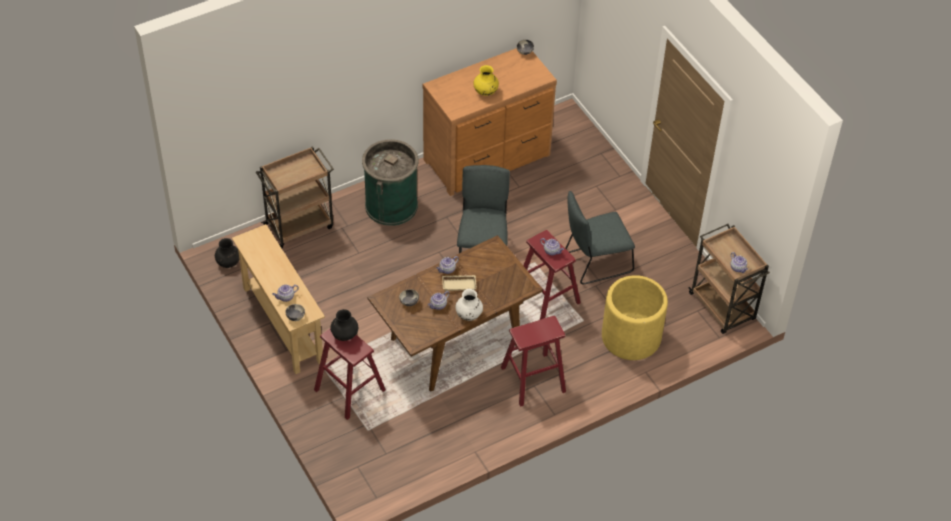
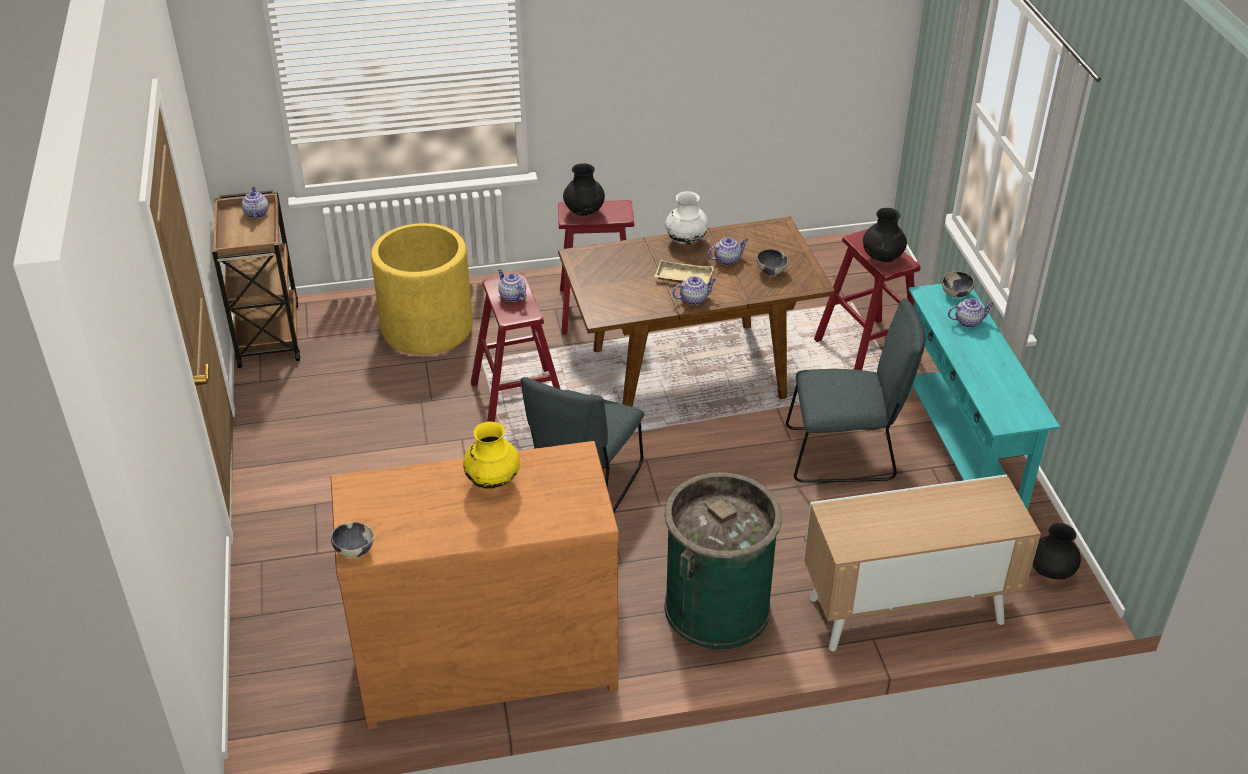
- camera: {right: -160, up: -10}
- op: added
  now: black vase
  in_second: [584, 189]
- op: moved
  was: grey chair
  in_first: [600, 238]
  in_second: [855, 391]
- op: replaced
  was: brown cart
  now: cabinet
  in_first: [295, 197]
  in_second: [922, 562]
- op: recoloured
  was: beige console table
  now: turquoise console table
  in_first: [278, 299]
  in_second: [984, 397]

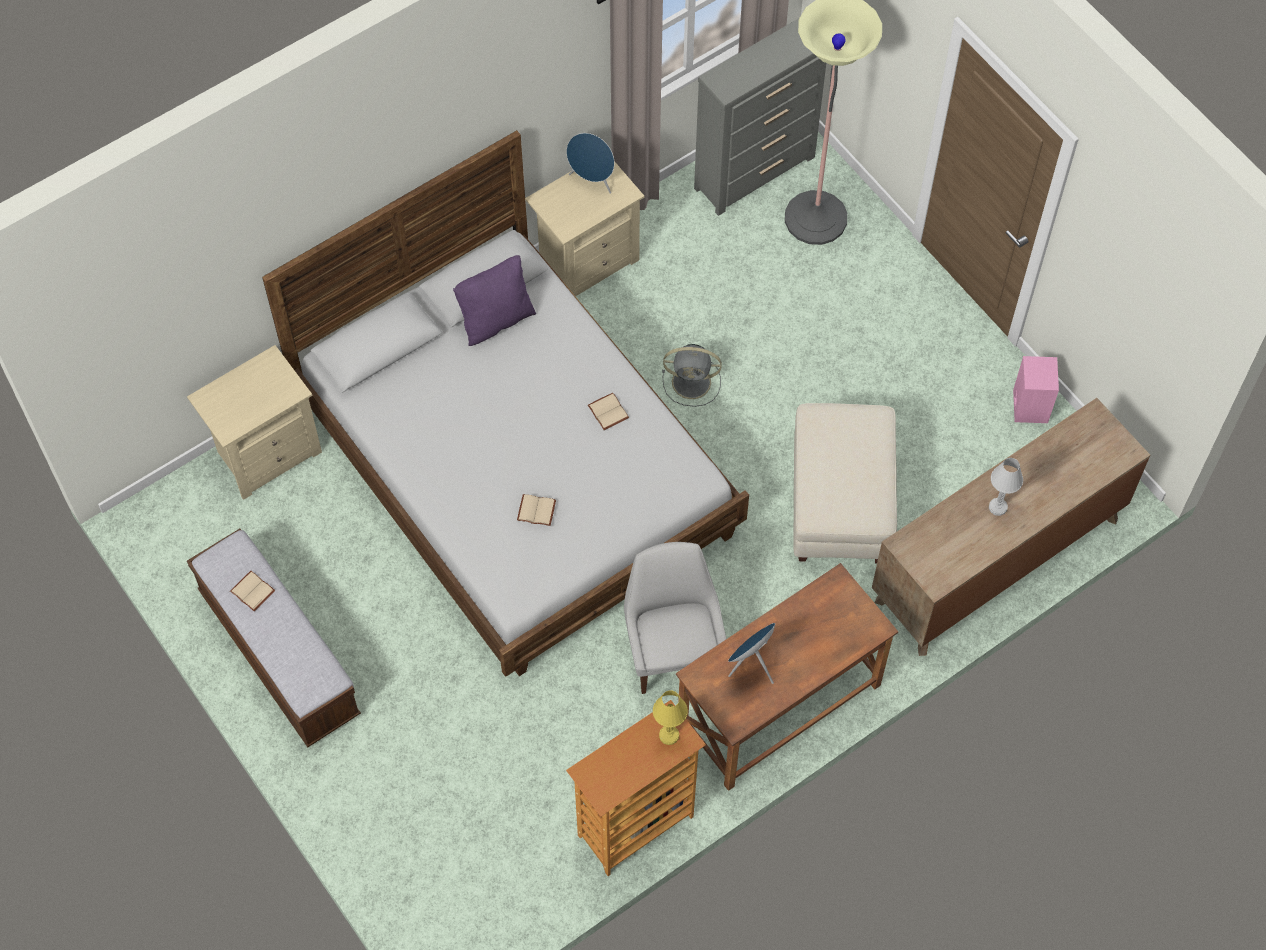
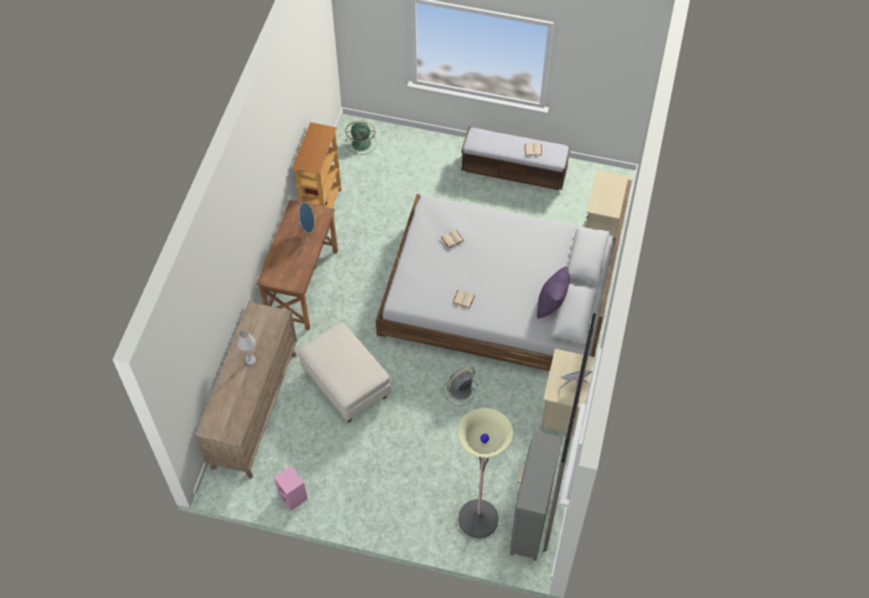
- camera: {right: 140, up: -5}
- op: added
  now: green fan
  in_second: [361, 138]
- op: removed
  was: white chair
  in_first: [675, 618]
- op: removed
  was: yellow table lamp
  in_first: [670, 717]

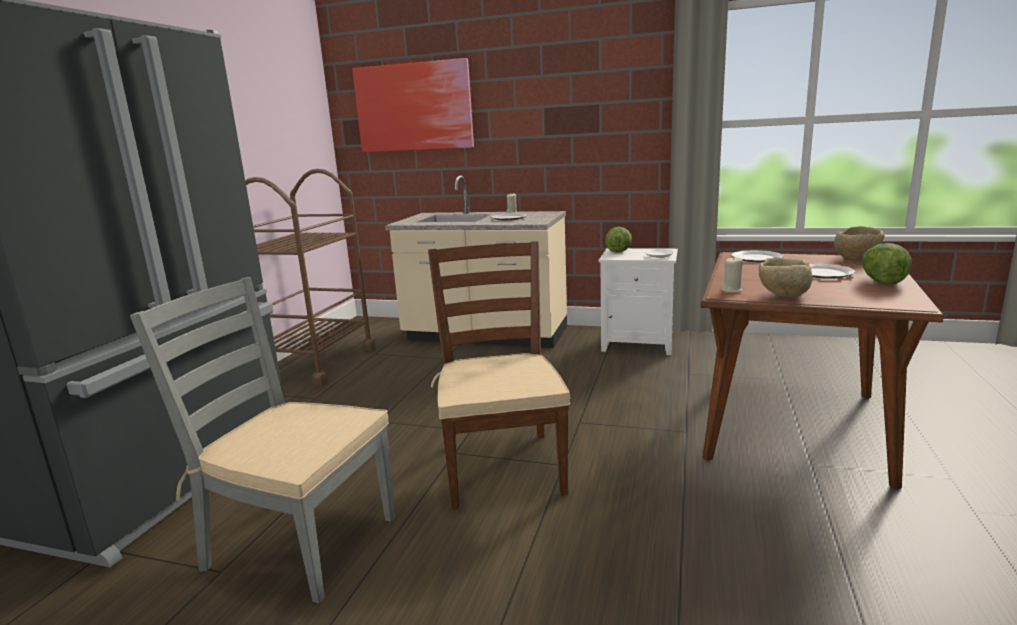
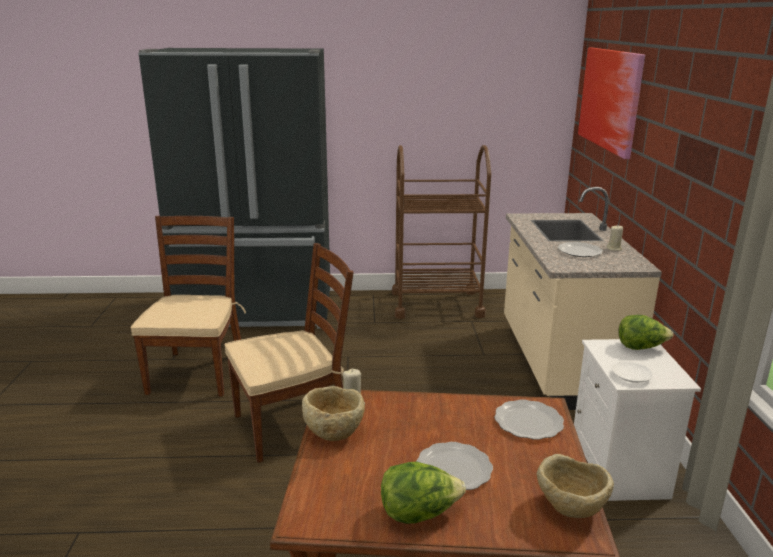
- camera: {right: 70, up: 5}
- op: recoloured
  was: grey chair
  now: brown chair
  in_first: [262, 440]
  in_second: [188, 306]

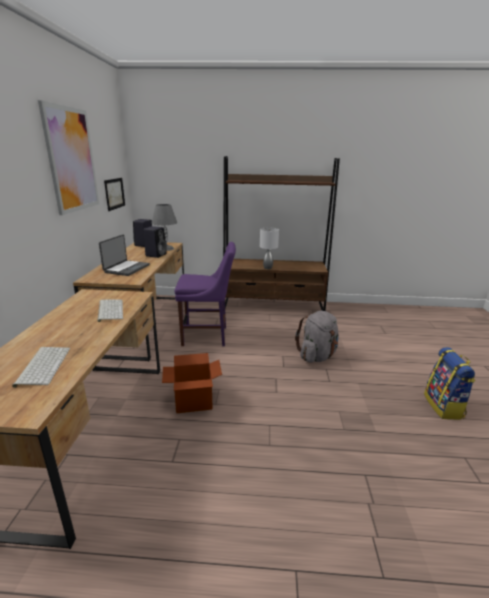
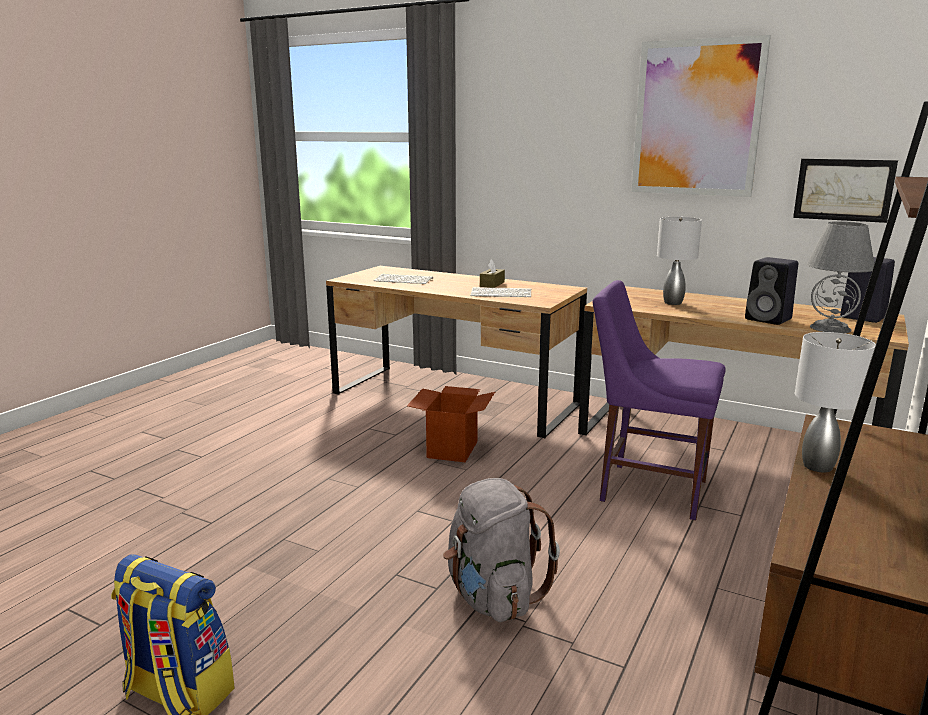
- camera: {right: 115, up: -5}
- op: added
  now: brown tissue box
  in_second: [492, 273]
- op: turned
  was: purple chair
  in_first: [205, 294]
  in_second: [659, 400]
  clockwise: 90
- op: replaced
  was: laptop
  now: grey table lamp
  in_first: [124, 255]
  in_second: [679, 261]

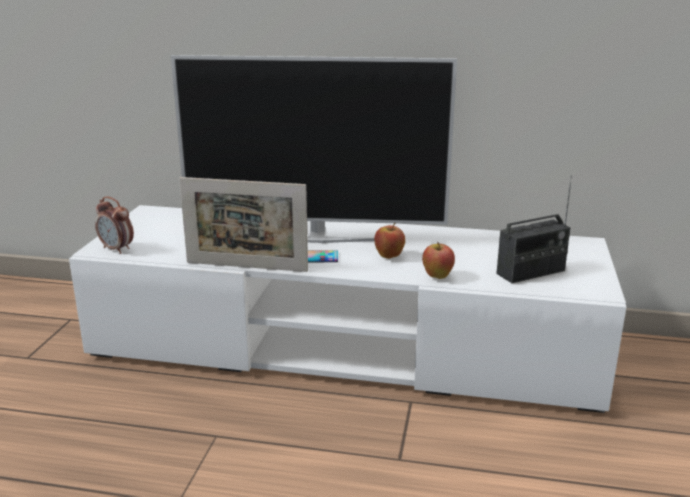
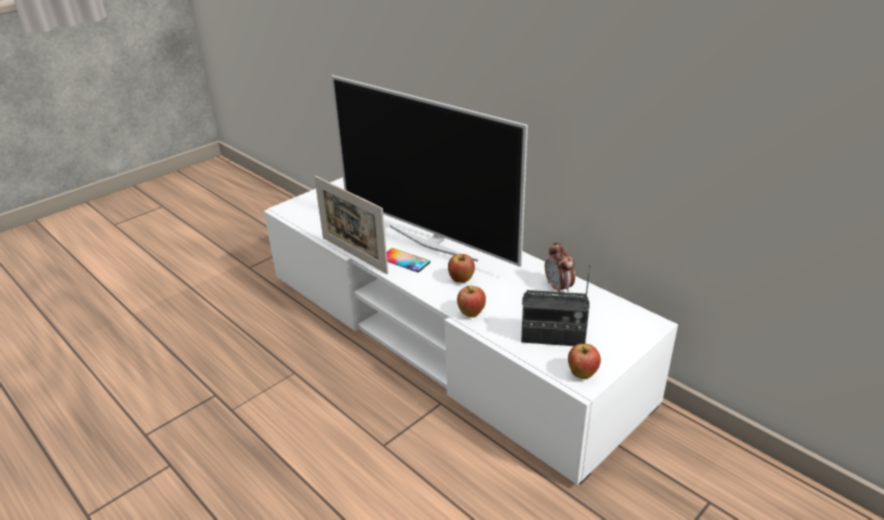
- camera: {right: 35, up: 10}
- op: moved
  was: alarm clock
  in_first: [114, 225]
  in_second: [560, 267]
- op: added
  now: apple
  in_second: [584, 361]

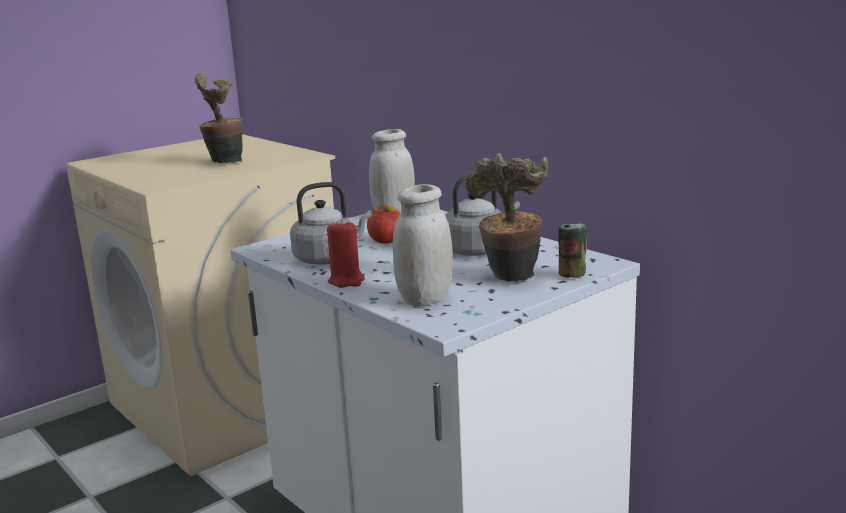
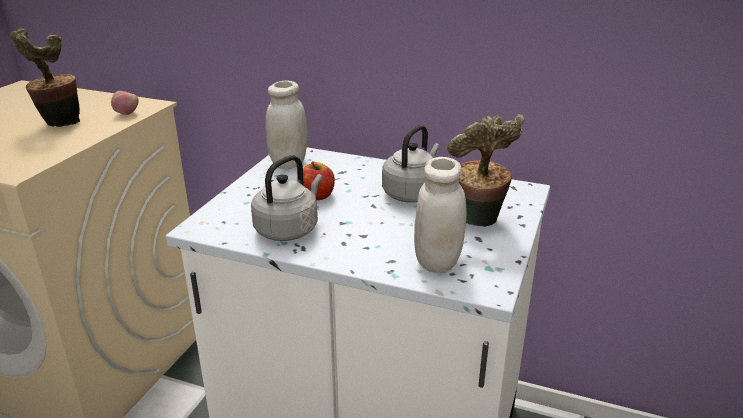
- camera: {right: -30, up: 10}
- op: added
  now: apple
  in_second: [125, 103]
- op: removed
  was: red candle
  in_first: [346, 253]
- op: removed
  was: can
  in_first: [572, 250]

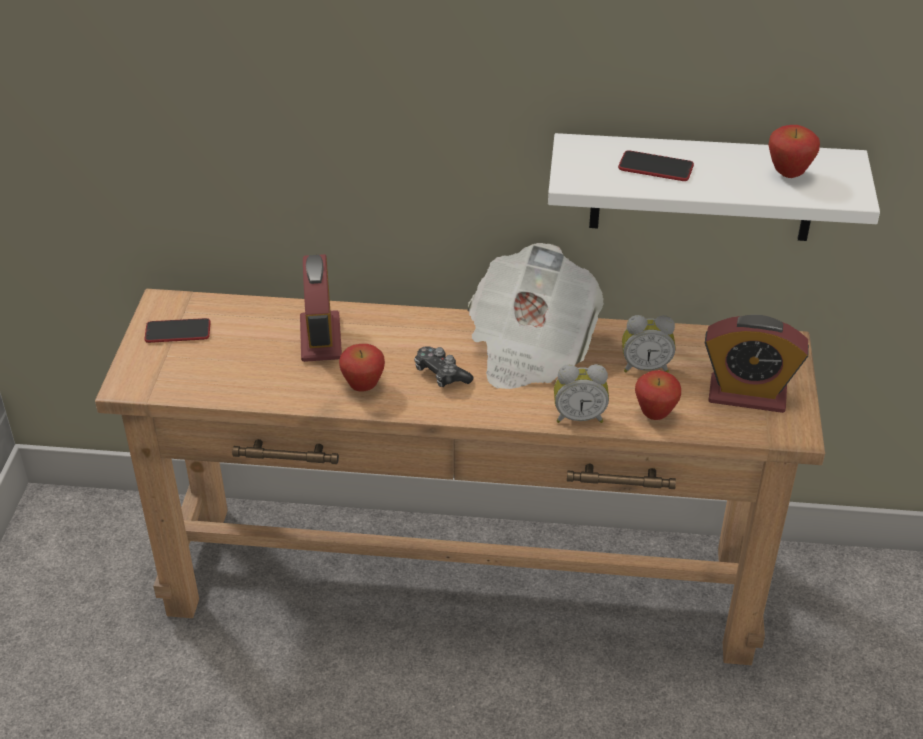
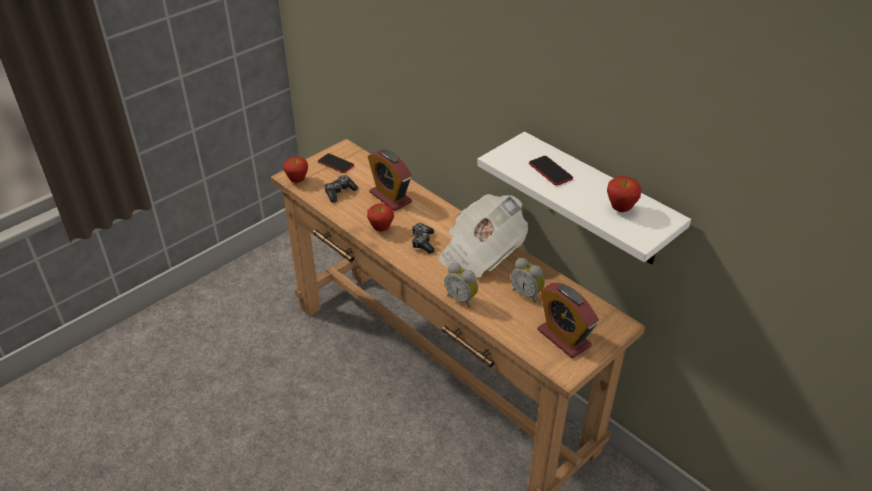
- camera: {right: 40, up: 0}
- op: moved
  was: apple
  in_first: [658, 395]
  in_second: [295, 170]
- op: added
  now: game controller
  in_second: [341, 189]
- op: turned
  was: alarm clock
  in_first: [321, 308]
  in_second: [390, 180]
  clockwise: -75

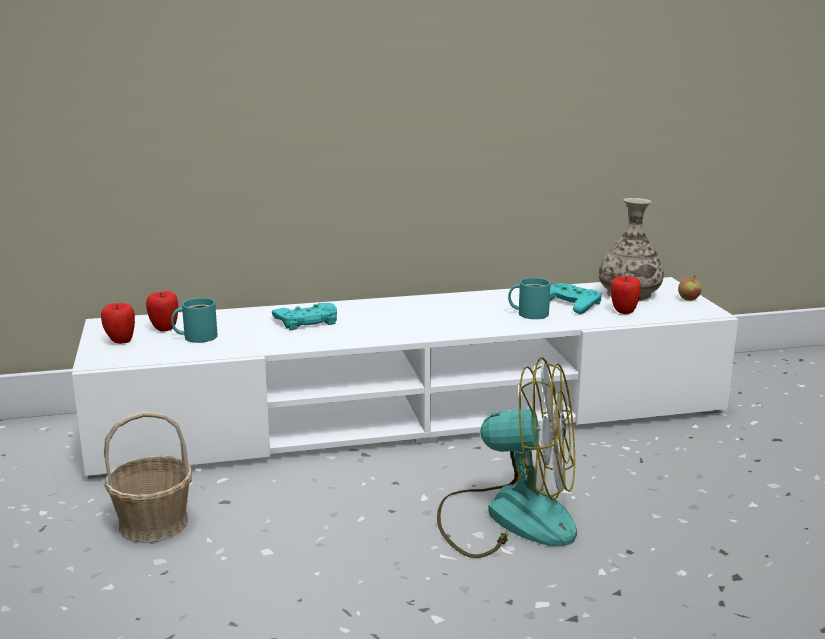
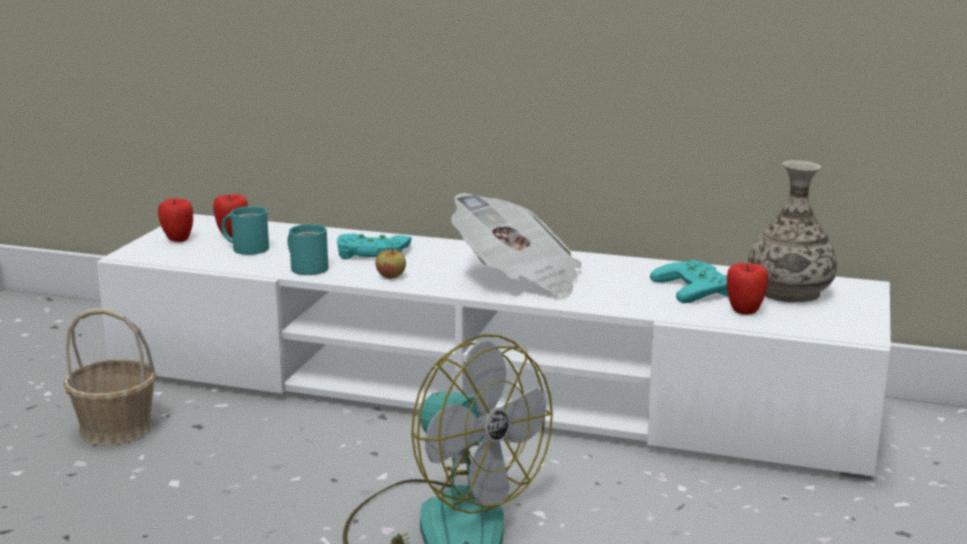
- camera: {right: 30, up: 0}
- op: moved
  was: turquoise mug
  in_first: [529, 298]
  in_second: [308, 249]
- op: moved
  was: apple
  in_first: [690, 288]
  in_second: [390, 262]
- op: added
  now: newspaper
  in_second: [516, 245]

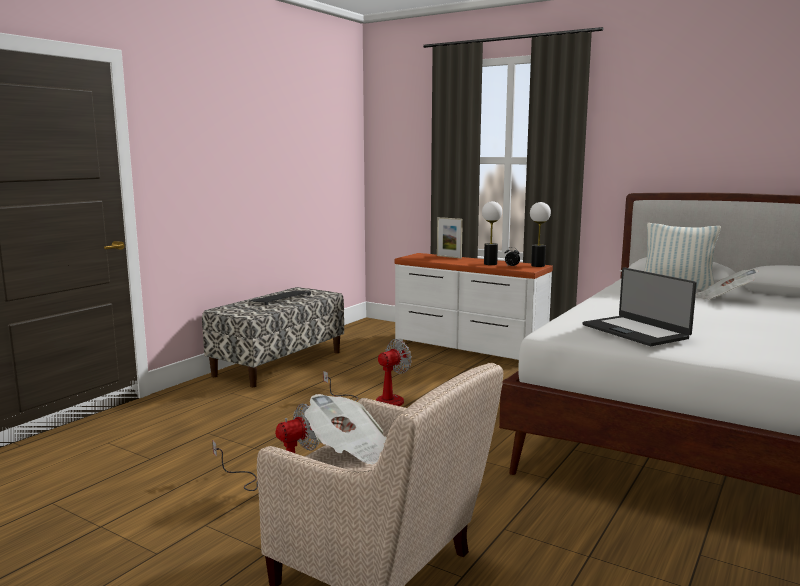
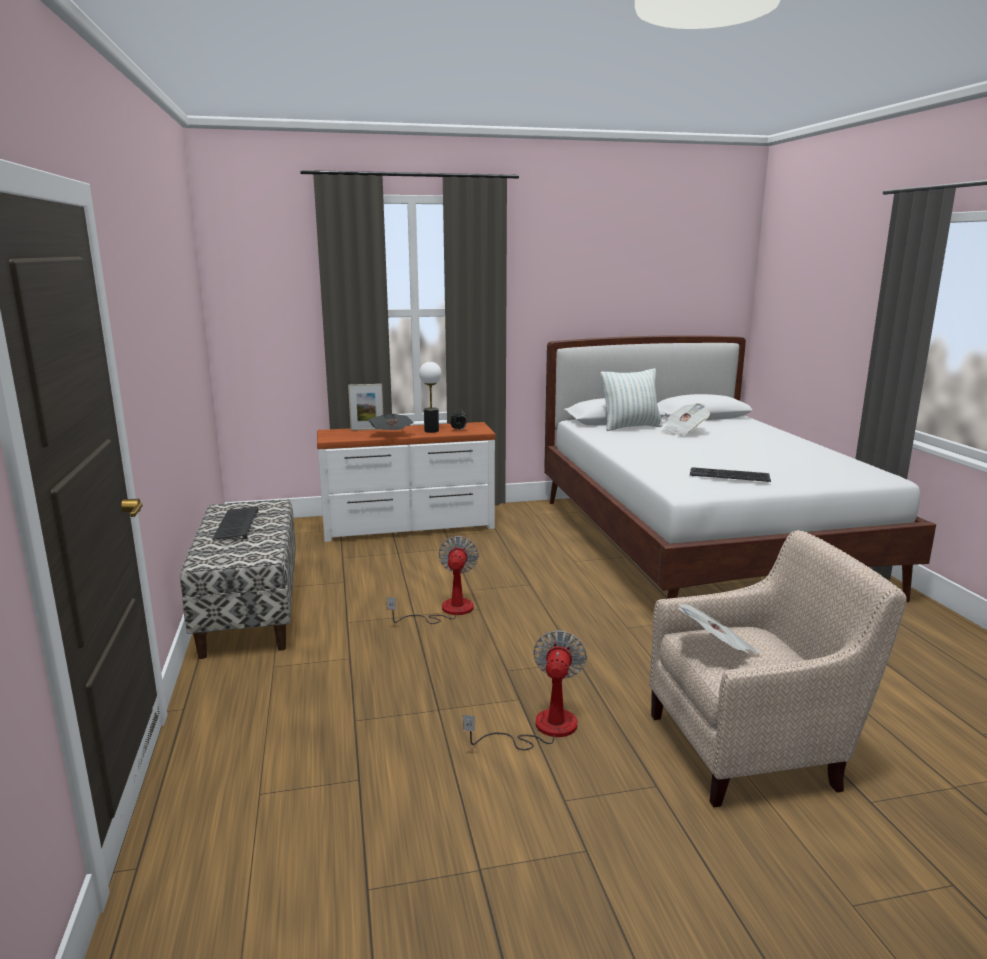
- camera: {right: -45, up: 5}
- op: added
  now: newspaper
  in_second: [391, 422]
- op: replaced
  was: laptop
  now: keyboard
  in_first: [639, 306]
  in_second: [730, 474]
- op: removed
  was: table lamp
  in_first: [540, 234]

